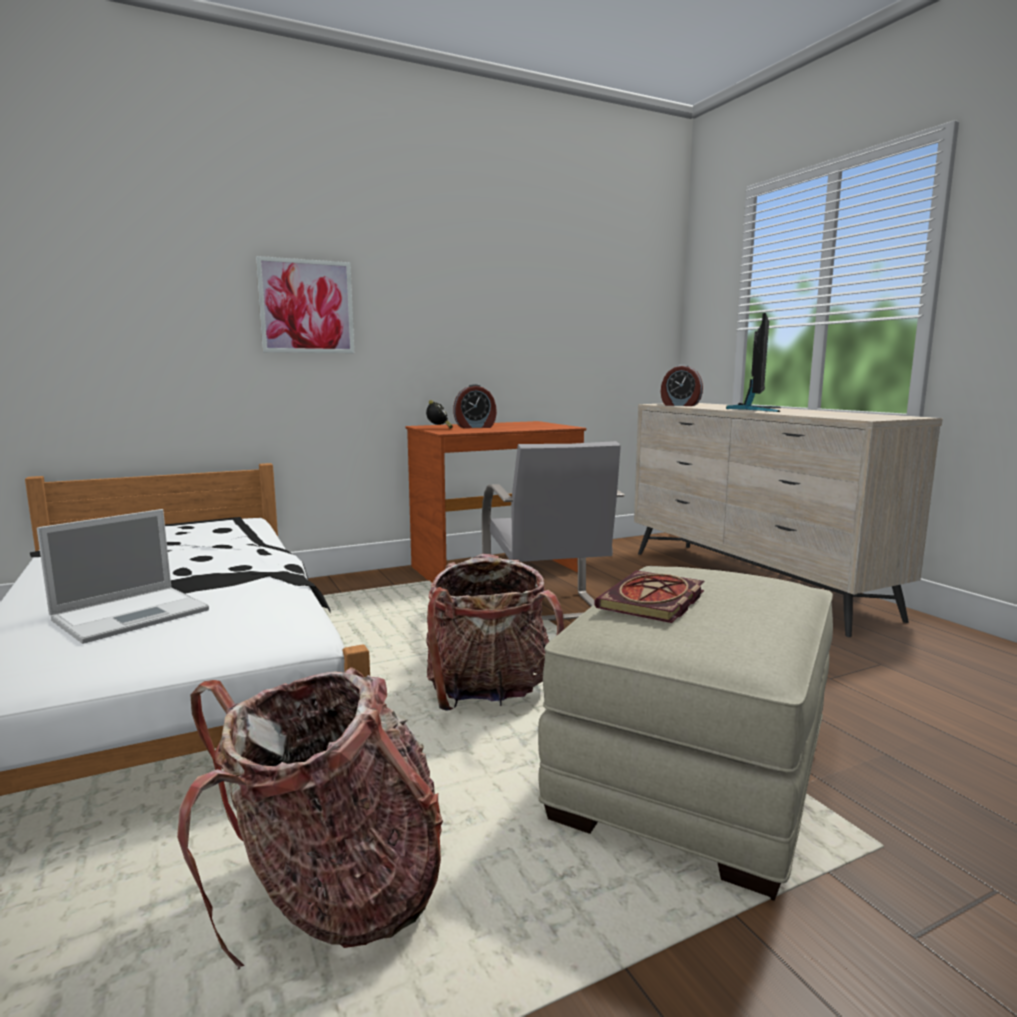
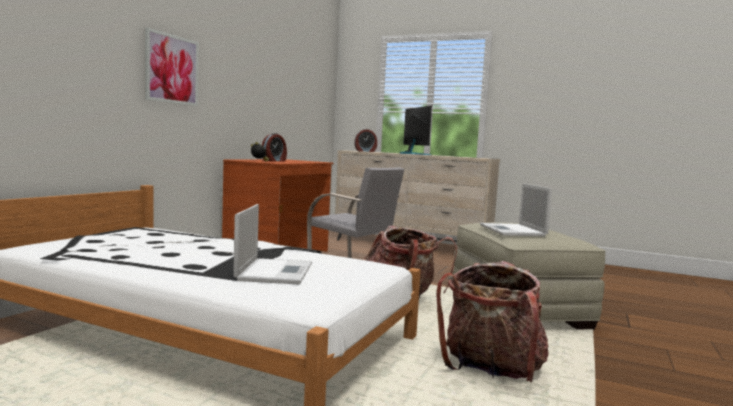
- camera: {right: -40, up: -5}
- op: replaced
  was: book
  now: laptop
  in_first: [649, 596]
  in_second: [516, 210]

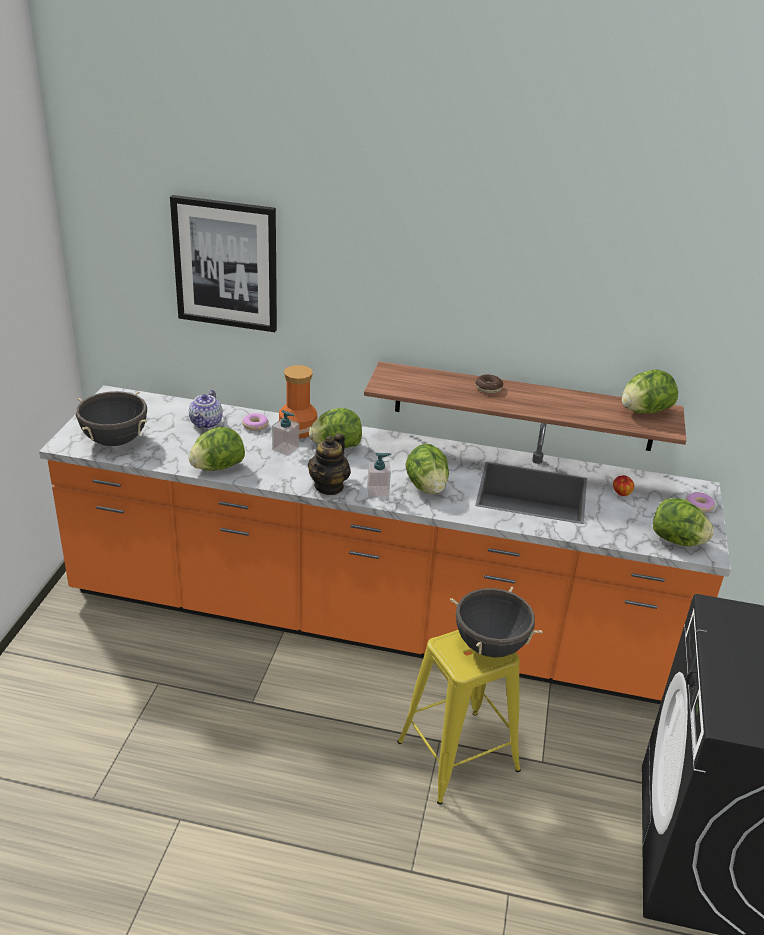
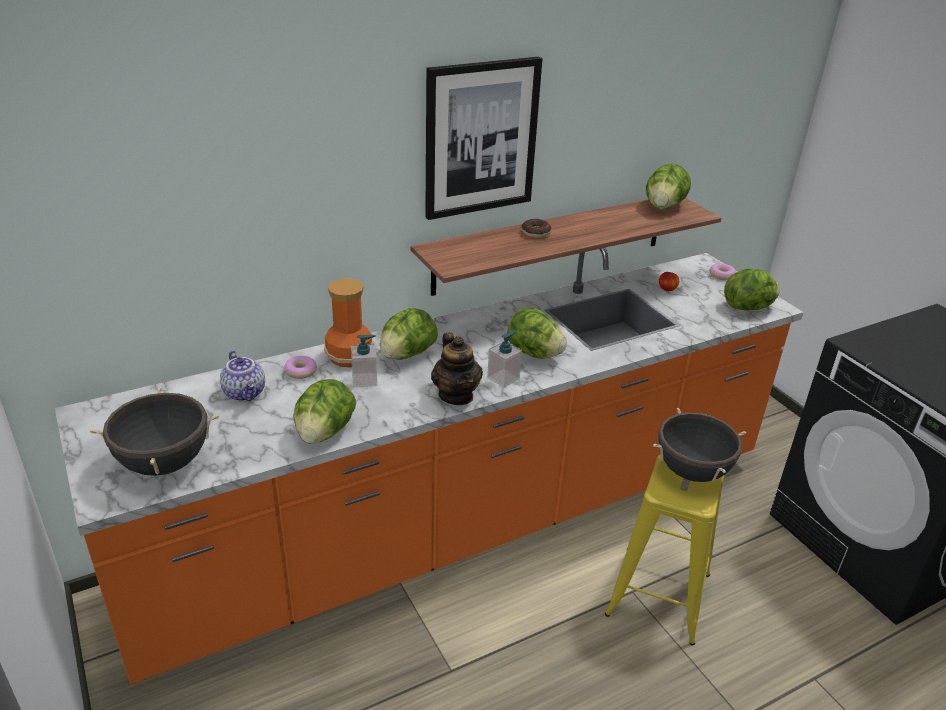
- camera: {right: -40, up: 0}
- op: moved
  was: picture
  in_first: [223, 263]
  in_second: [484, 138]

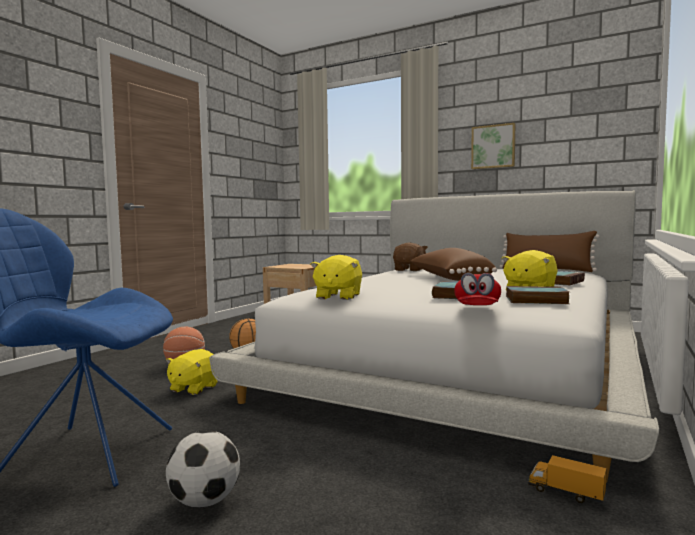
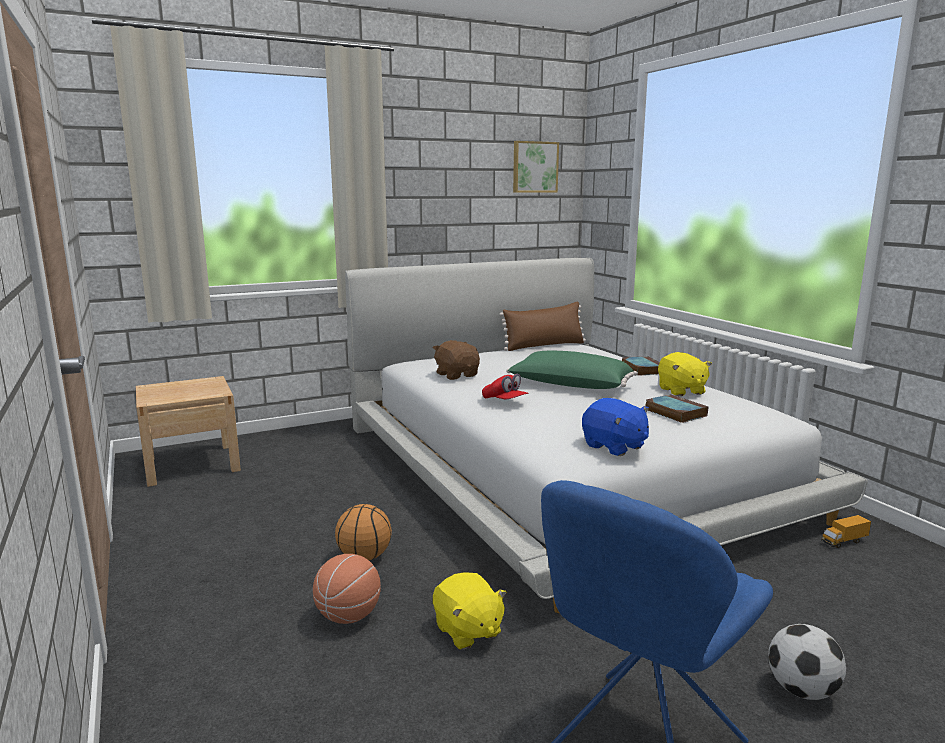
- camera: {right: -55, up: 10}
- op: moved
  was: red cap
  in_first: [477, 289]
  in_second: [505, 386]
- op: recoloured
  was: brown pillow
  now: green pillow
  in_first: [454, 264]
  in_second: [572, 370]
- op: moved
  was: picture
  in_first: [493, 146]
  in_second: [536, 167]
- op: recoloured
  was: yellow plush toy
  now: blue plush toy
  in_first: [336, 277]
  in_second: [615, 427]
- op: removed
  was: book
  in_first: [538, 295]

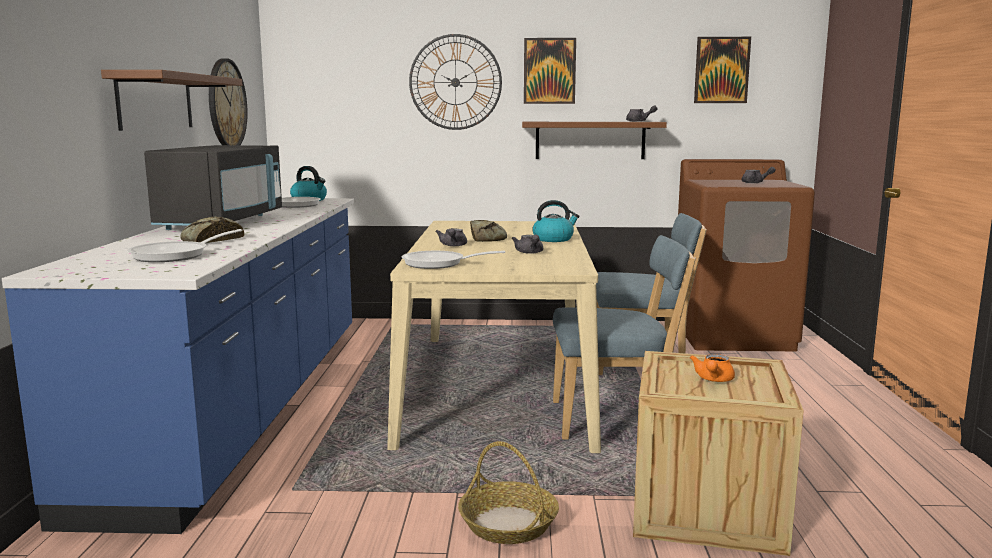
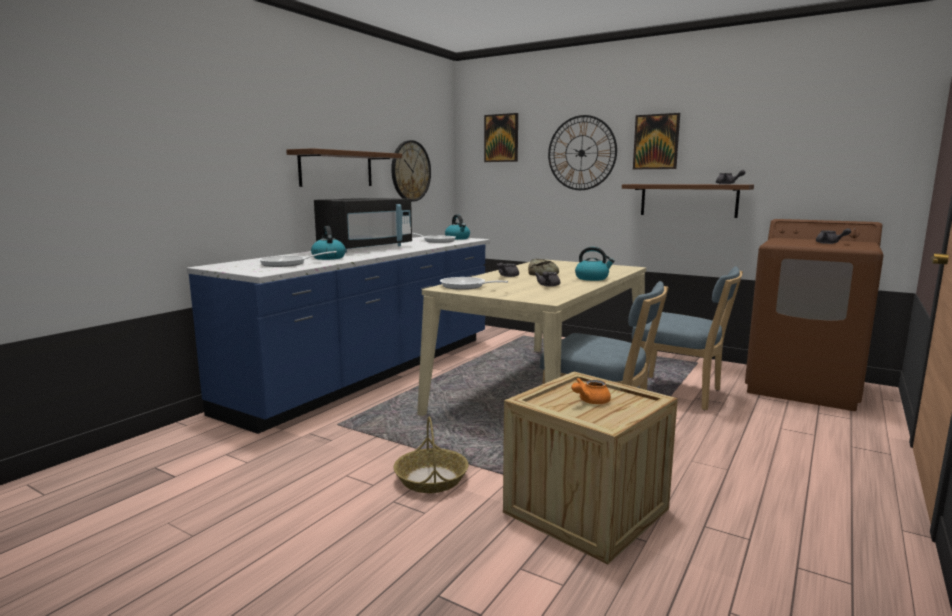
- camera: {right: 30, up: 0}
- op: replaced
  was: bread
  now: kettle
  in_first: [212, 229]
  in_second: [328, 243]
- op: moved
  was: picture
  in_first: [722, 70]
  in_second: [501, 137]

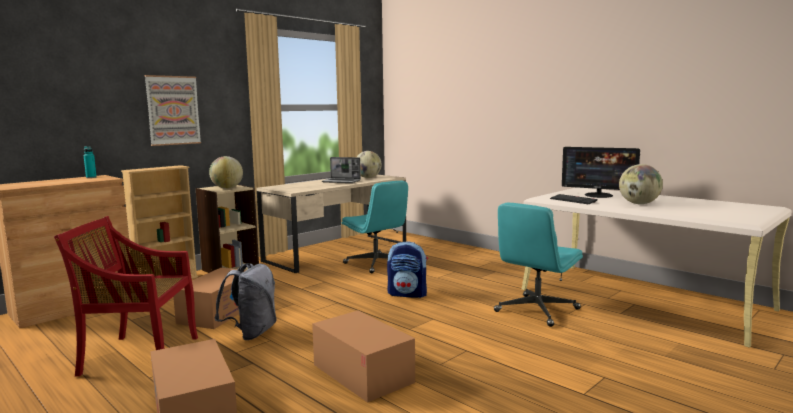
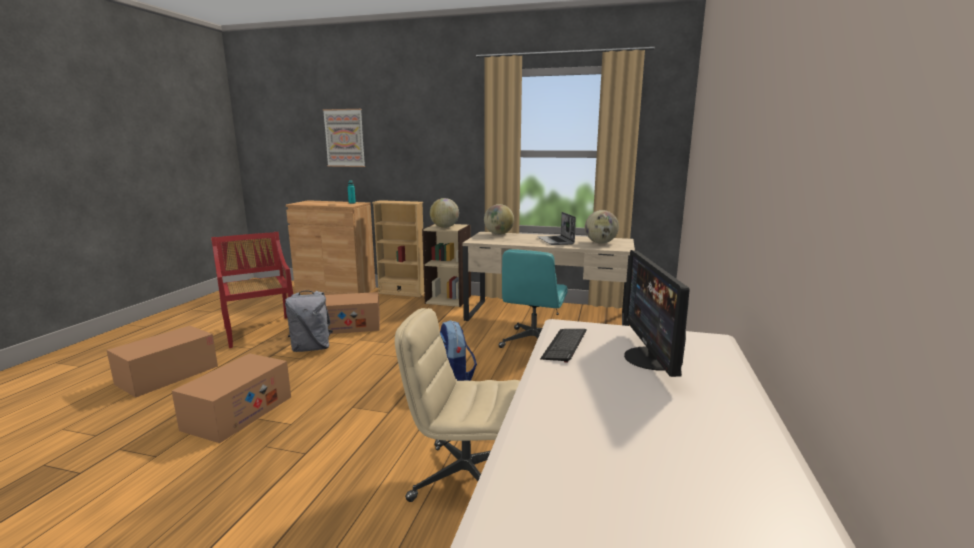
- camera: {right: 60, up: 5}
- op: moved
  was: picture
  in_first: [173, 110]
  in_second: [344, 138]
- op: recoloured
  was: turquoise office chair
  now: beige office chair
  in_first: [538, 265]
  in_second: [457, 405]
- op: moved
  was: globe
  in_first: [641, 184]
  in_second: [499, 219]

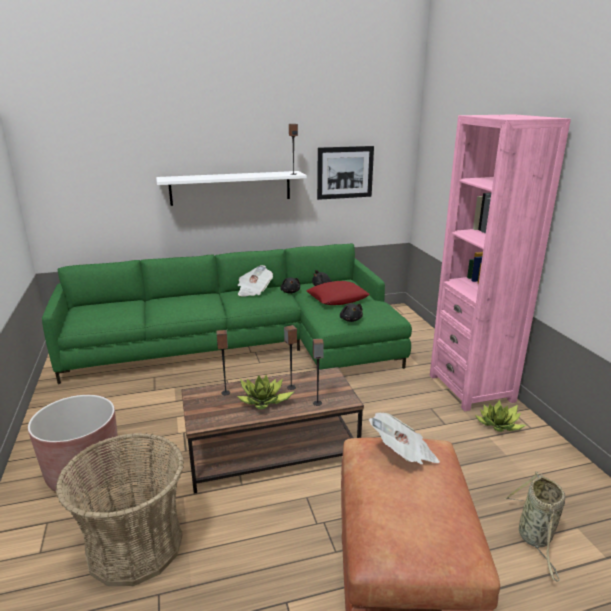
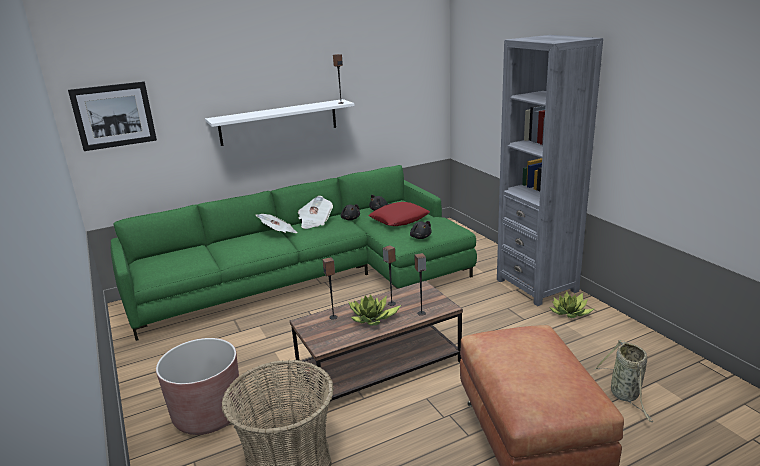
- camera: {right: -10, up: 0}
- op: moved
  was: picture
  in_first: [345, 173]
  in_second: [112, 116]
- op: moved
  was: newspaper
  in_first: [404, 438]
  in_second: [276, 223]
- op: recoloured
  was: pink bookcase
  now: grey bookcase
  in_first: [500, 262]
  in_second: [550, 170]

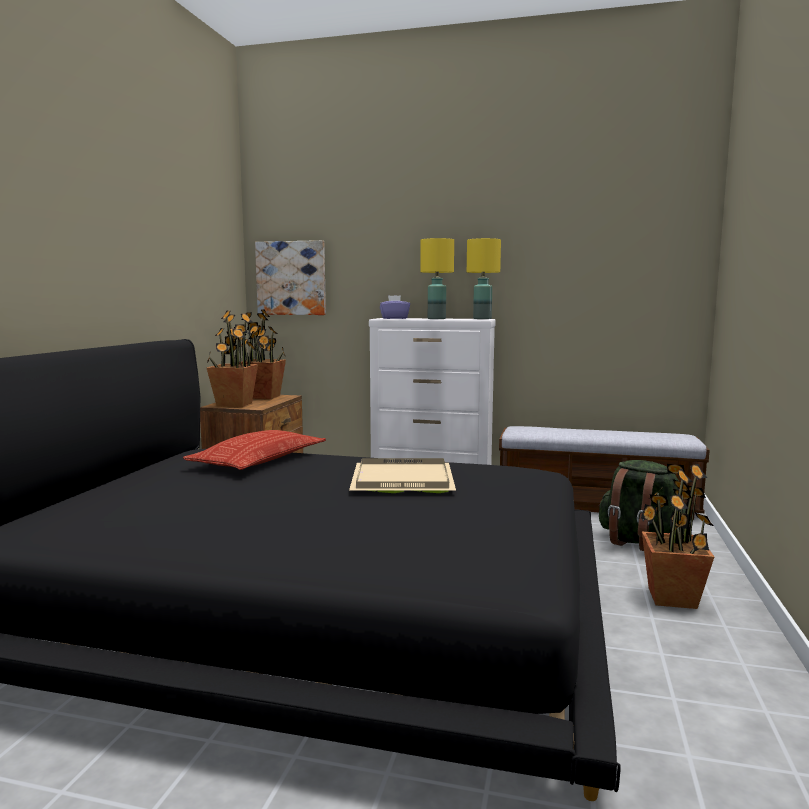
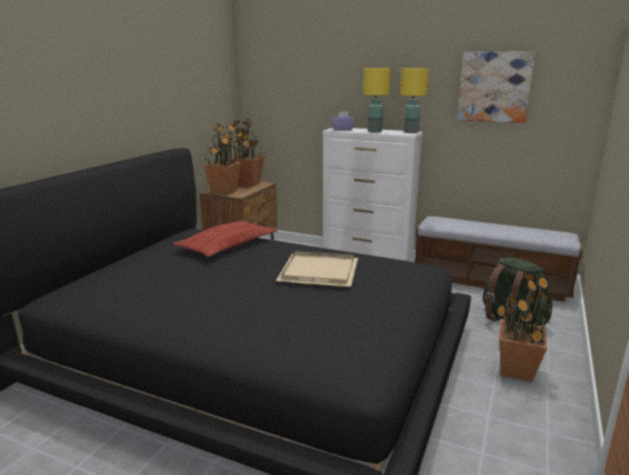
- camera: {right: 10, up: 10}
- op: moved
  was: picture
  in_first: [290, 277]
  in_second: [496, 87]

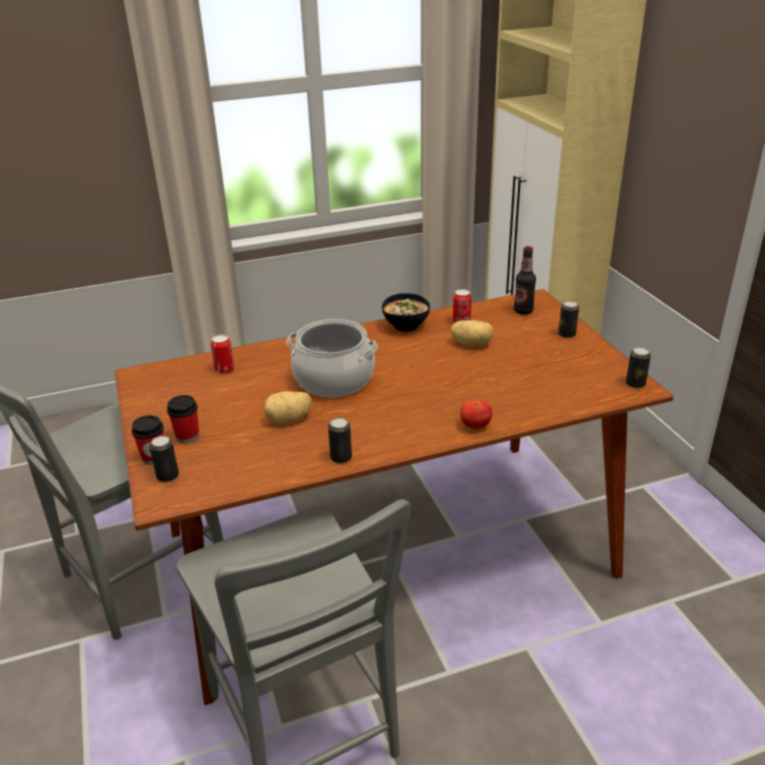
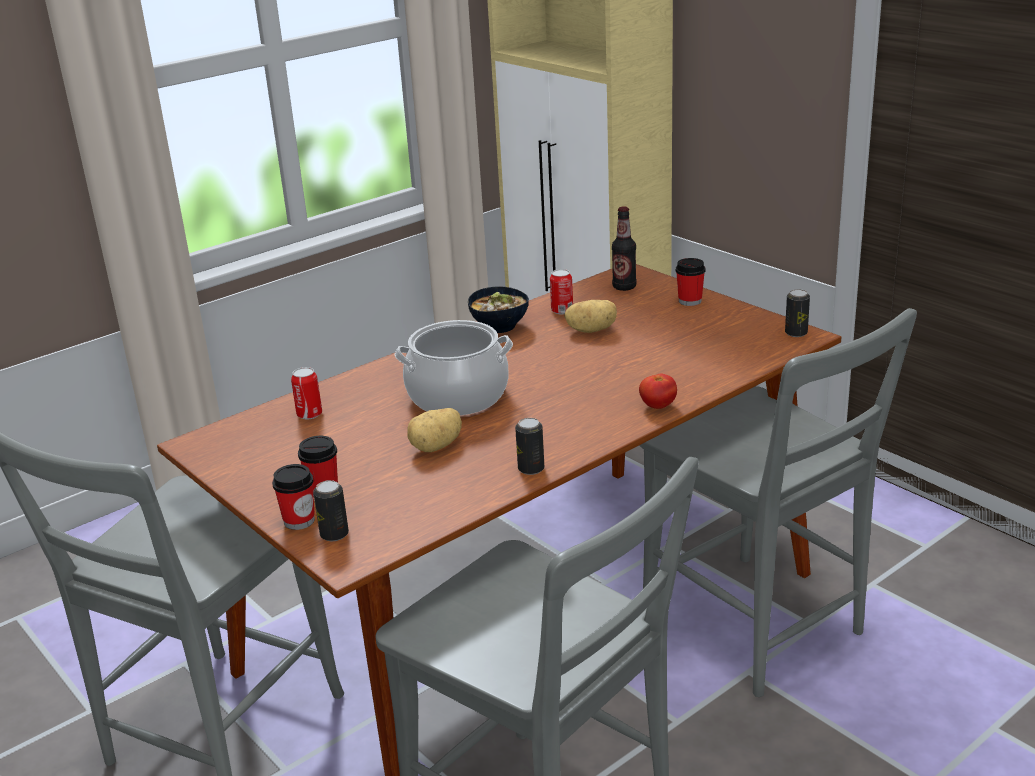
- camera: {right: -20, up: -5}
- op: added
  now: grey chair
  in_second: [778, 502]
- op: replaced
  was: can
  now: cup
  in_first: [568, 319]
  in_second: [690, 282]

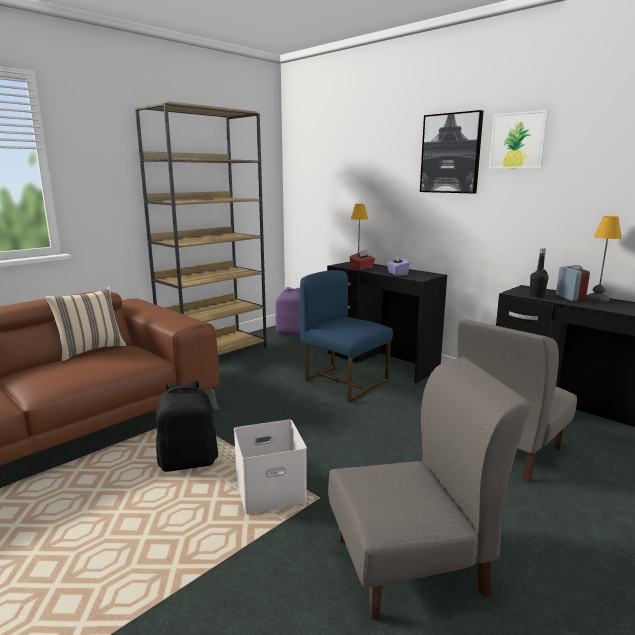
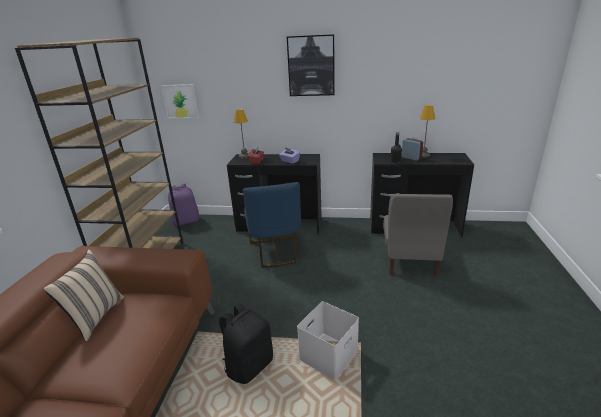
- camera: {right: -35, up: 10}
- op: moved
  was: picture
  in_first: [519, 139]
  in_second: [180, 101]
- op: turned
  was: blue chair
  in_first: [346, 336]
  in_second: [272, 225]
  clockwise: -105
- op: removed
  was: grey chair
  in_first: [428, 488]

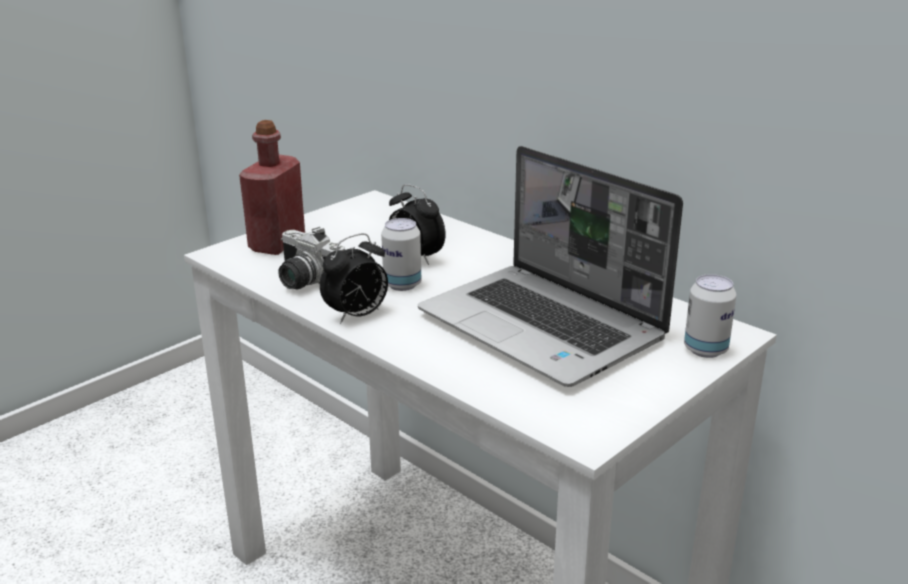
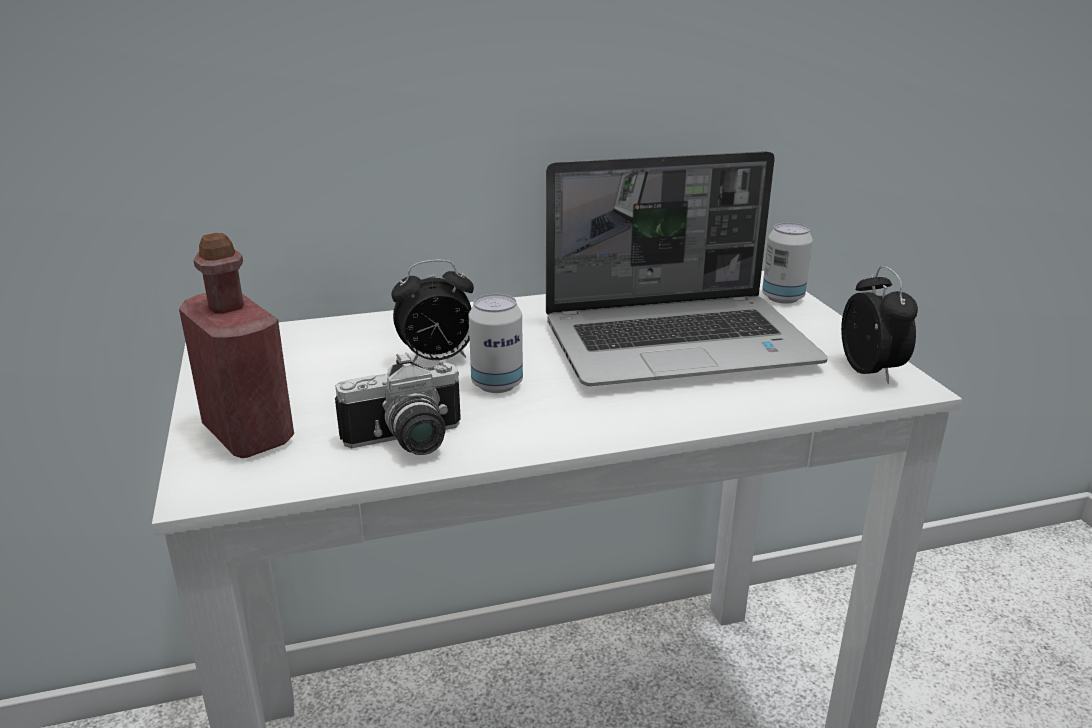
- camera: {right: -60, up: 0}
- op: moved
  was: alarm clock
  in_first: [354, 278]
  in_second: [879, 325]

